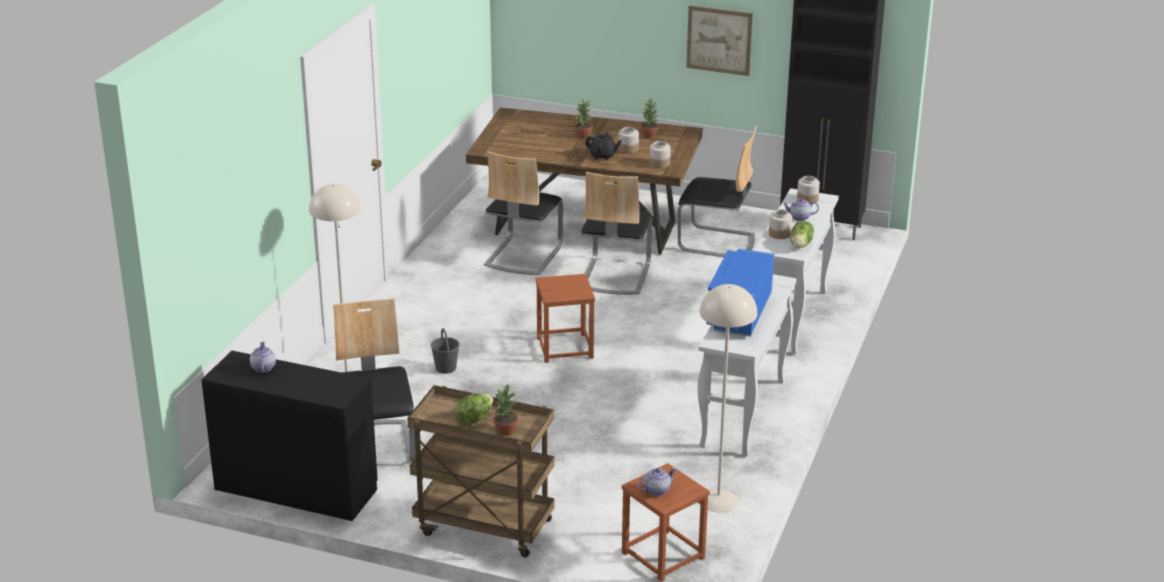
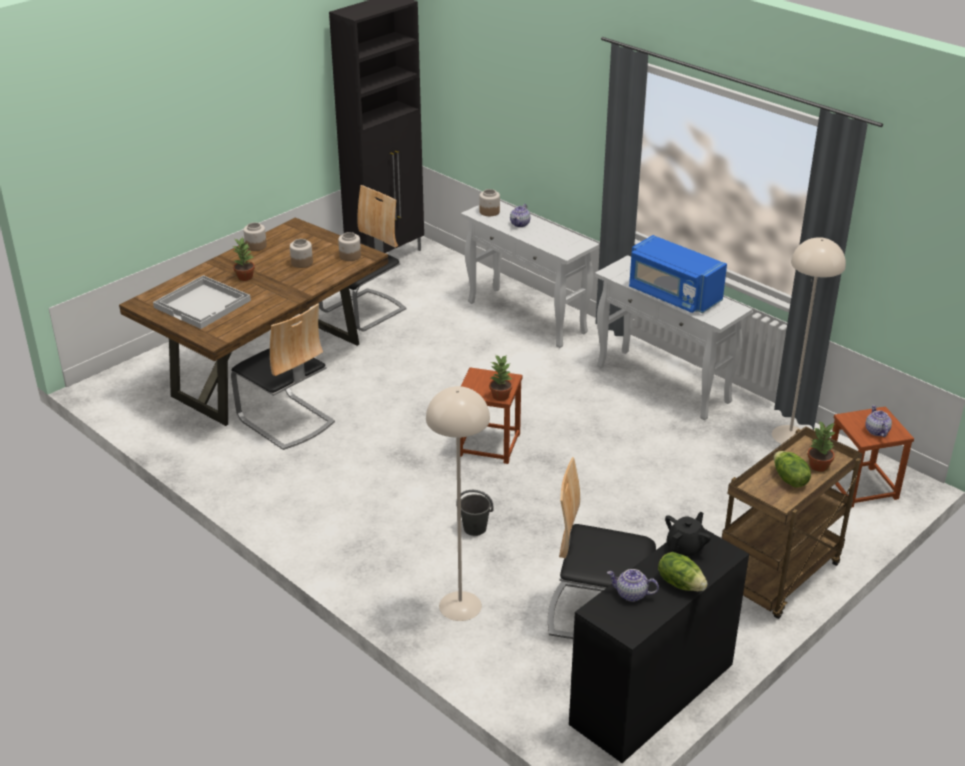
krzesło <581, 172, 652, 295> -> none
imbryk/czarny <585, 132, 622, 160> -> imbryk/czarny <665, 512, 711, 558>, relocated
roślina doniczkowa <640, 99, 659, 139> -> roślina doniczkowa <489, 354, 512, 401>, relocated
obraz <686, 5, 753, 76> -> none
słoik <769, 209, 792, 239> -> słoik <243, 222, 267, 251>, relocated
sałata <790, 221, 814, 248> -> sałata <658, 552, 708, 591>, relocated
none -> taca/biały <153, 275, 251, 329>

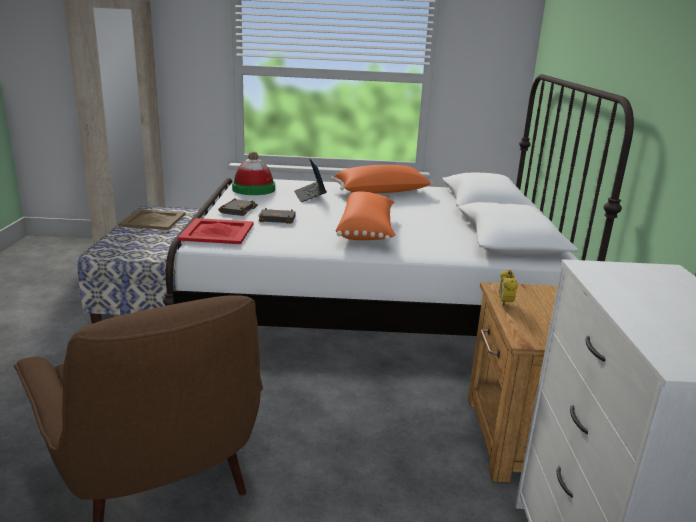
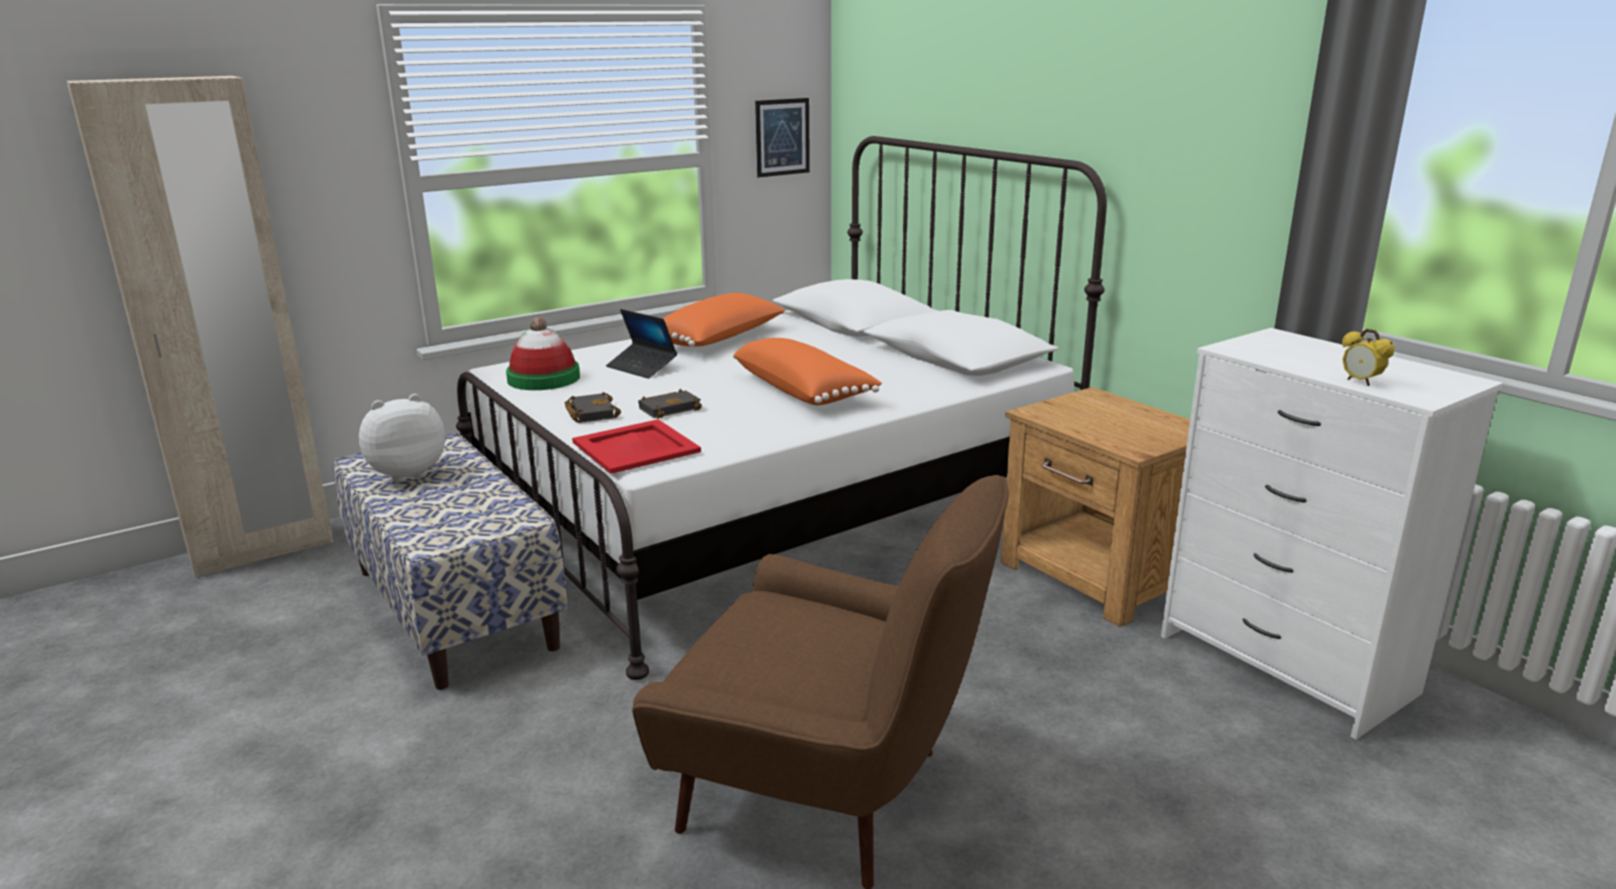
taca/beżowy <118, 209, 185, 230> -> pluszak <359, 394, 445, 483>
budzik <499, 270, 518, 306> -> budzik <1342, 329, 1395, 386>, relocated
none -> obraz <755, 98, 810, 178>

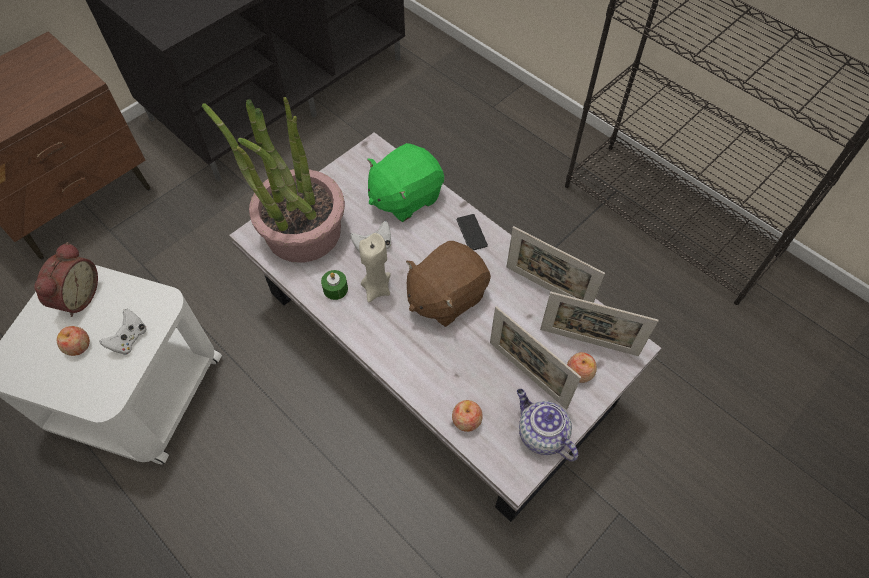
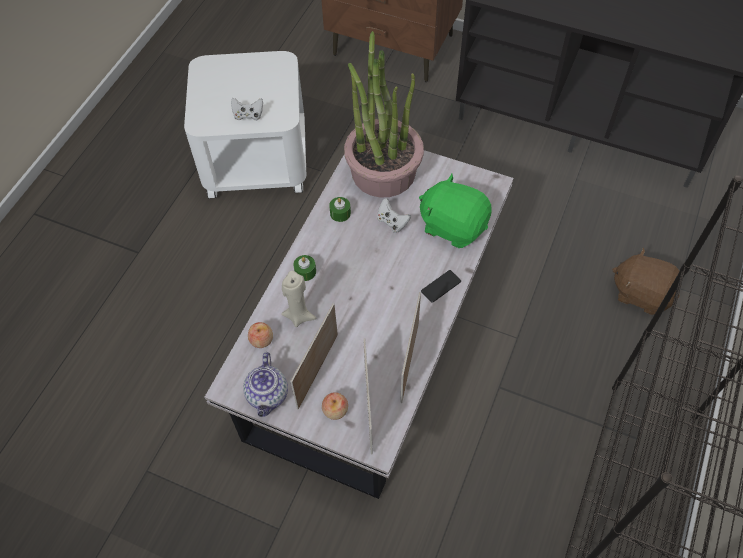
budzik <34, 242, 98, 317> -> none
jabłko <57, 326, 90, 356> -> none
świeca/beżowy <359, 233, 391, 303> -> świeca/beżowy <281, 271, 316, 327>, relocated
pluszak/brązowy <406, 241, 491, 327> -> pluszak/brązowy <612, 248, 680, 315>, relocated
imbryk <517, 389, 578, 461> -> imbryk <243, 352, 288, 417>, 150 degrees clockwise
none -> świeca/zielony <293, 255, 316, 281>

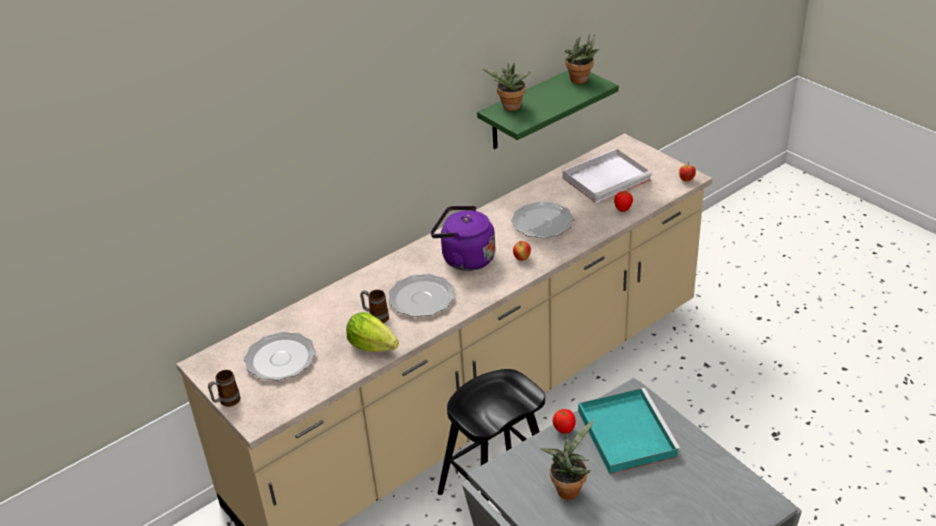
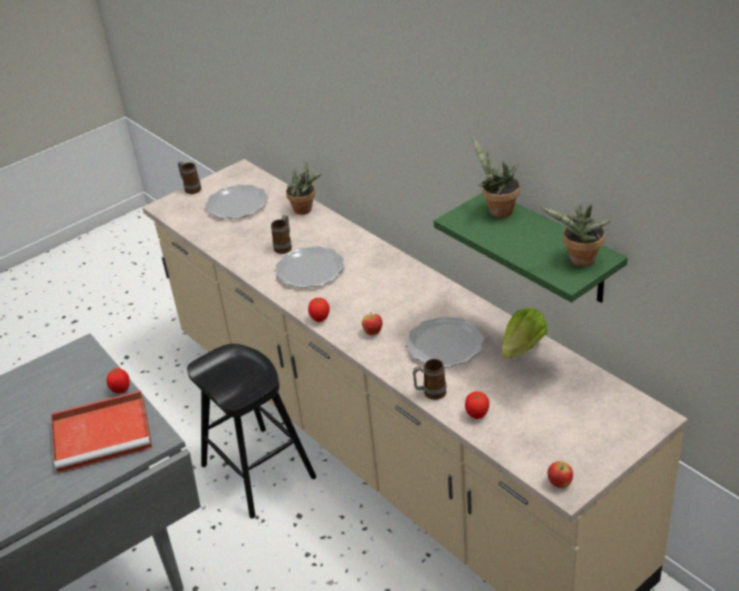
sałata <346, 312, 399, 352> -> sałata <502, 308, 547, 359>, relocated
czajnik/fioletowy <431, 206, 495, 271> -> none
roślina doniczkowa <541, 420, 595, 499> -> roślina doniczkowa <286, 162, 322, 215>, relocated
taca/biały <563, 149, 652, 203> -> none
taca/turkusowy <578, 388, 681, 474> -> taca/czerwony <51, 390, 152, 473>
none -> pomidor <308, 298, 330, 322>
none -> kubek <413, 359, 446, 400>

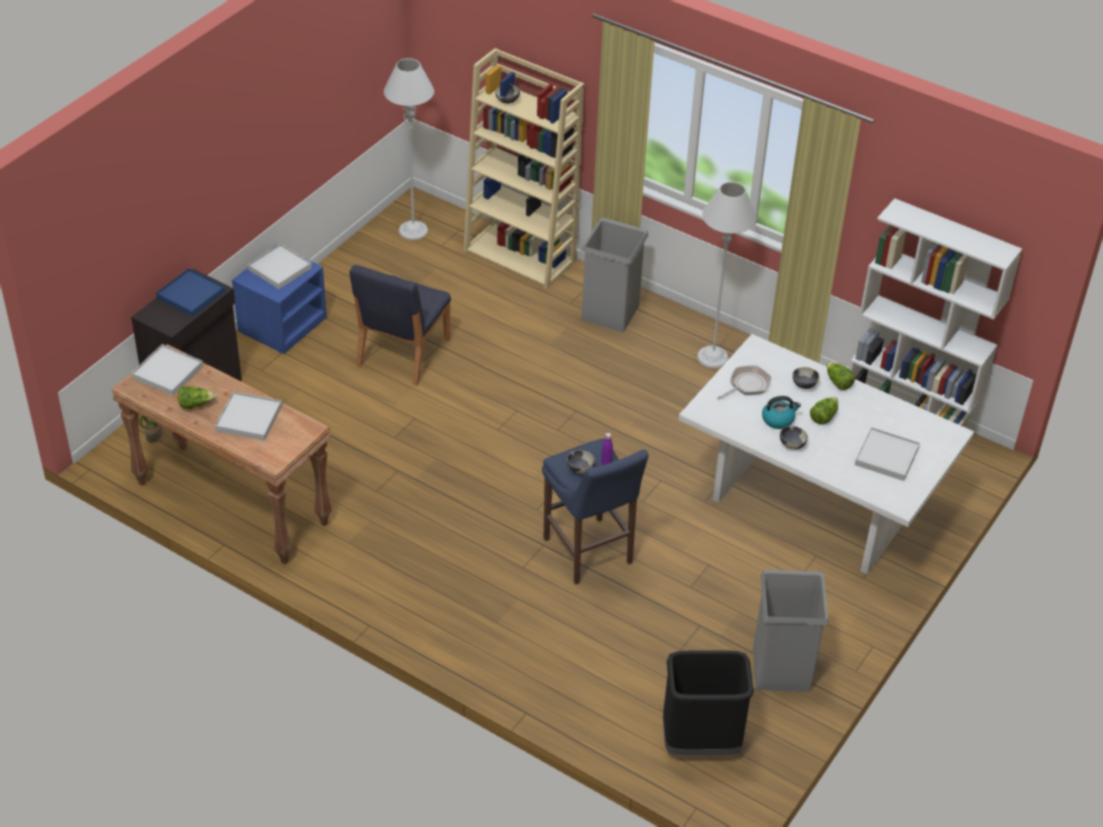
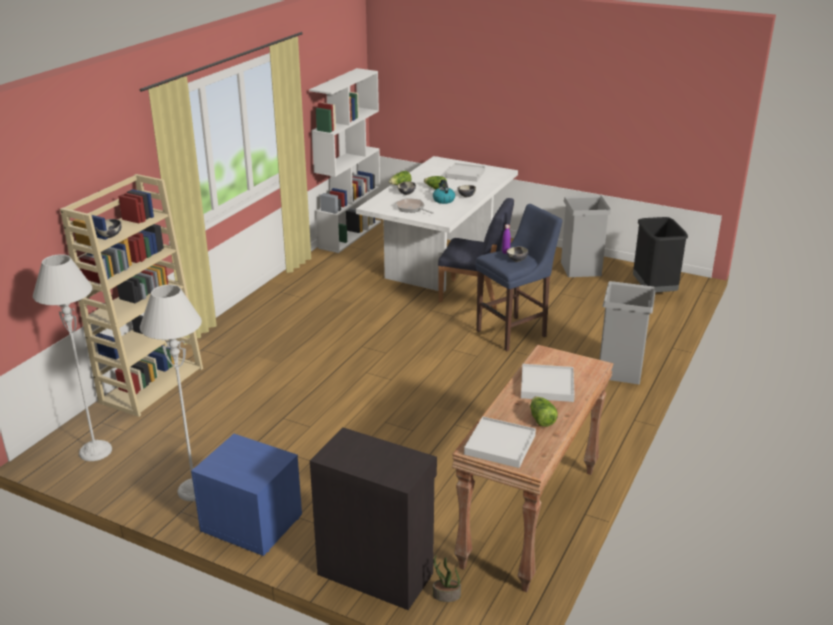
taca/niebieski <156, 268, 225, 317> -> none
taca/biały <247, 244, 312, 289> -> none
krzesło/niebieski <349, 265, 451, 386> -> krzesło/niebieski <438, 198, 514, 310>, relocated
kosz na śmieci/szary <581, 218, 648, 332> -> kosz na śmieci/szary <599, 281, 655, 384>, relocated
lampa stojąca/szary <697, 182, 757, 368> -> lampa stojąca/szary <140, 285, 202, 501>, relocated

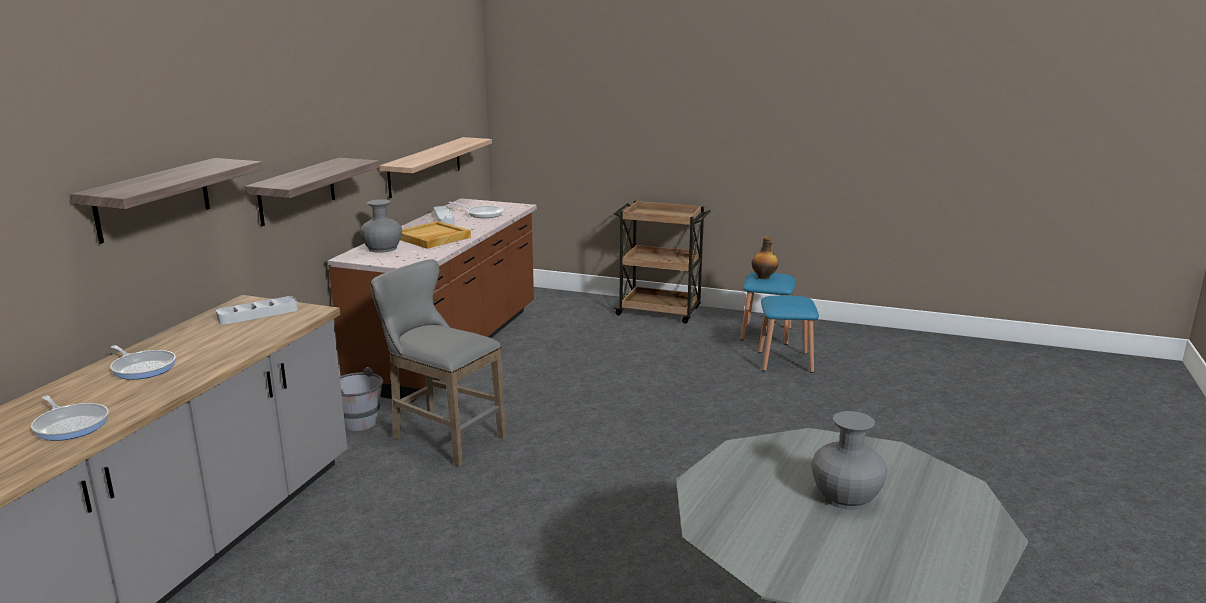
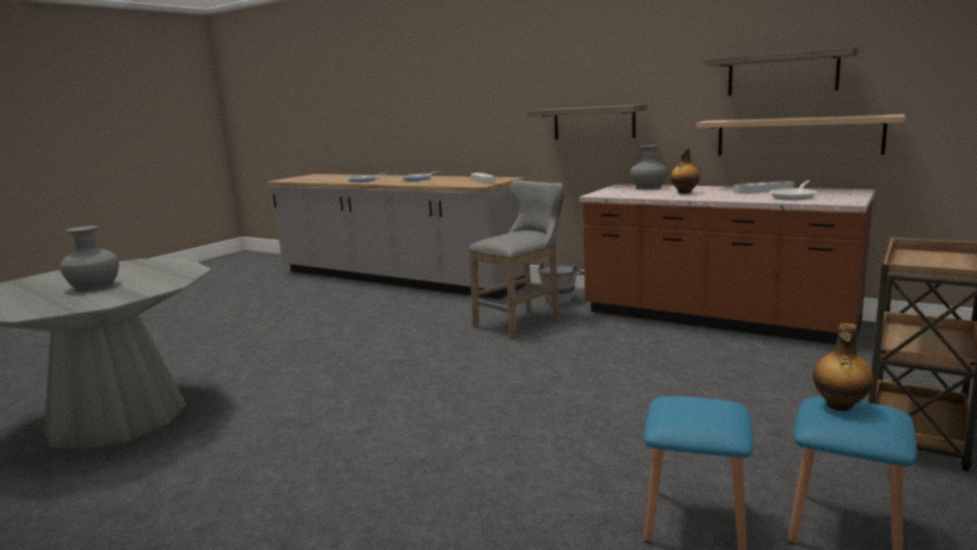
półka <71, 158, 262, 244> -> półka <704, 47, 858, 96>, relocated
taca/beżowy <400, 221, 471, 249> -> butelka <671, 148, 700, 194>

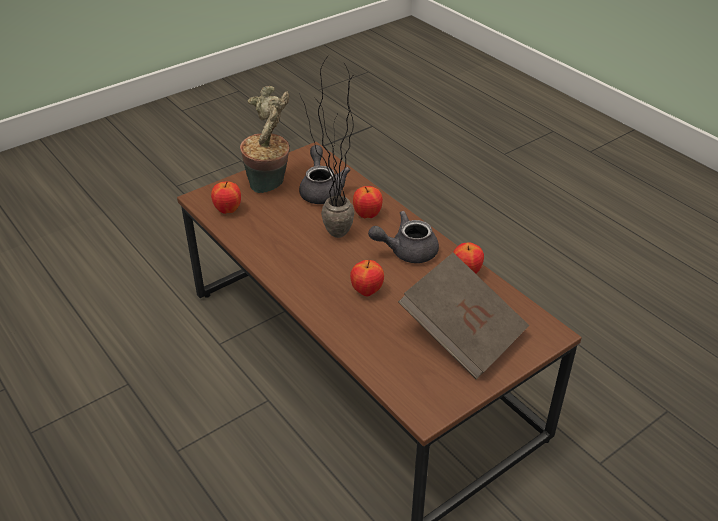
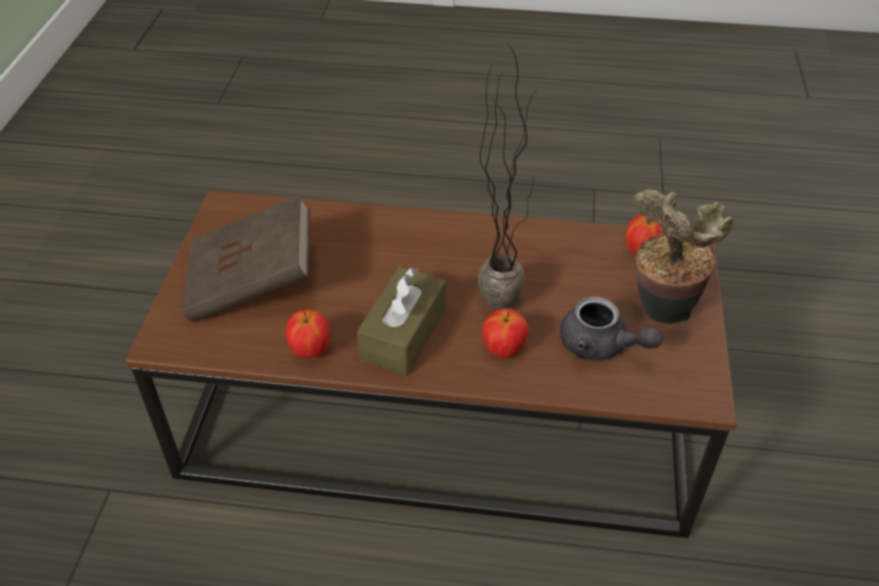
jabłko <350, 260, 384, 296> -> none
imbryk/szary <368, 211, 439, 263> -> pudełko chusteczek/brązowy <357, 267, 446, 376>

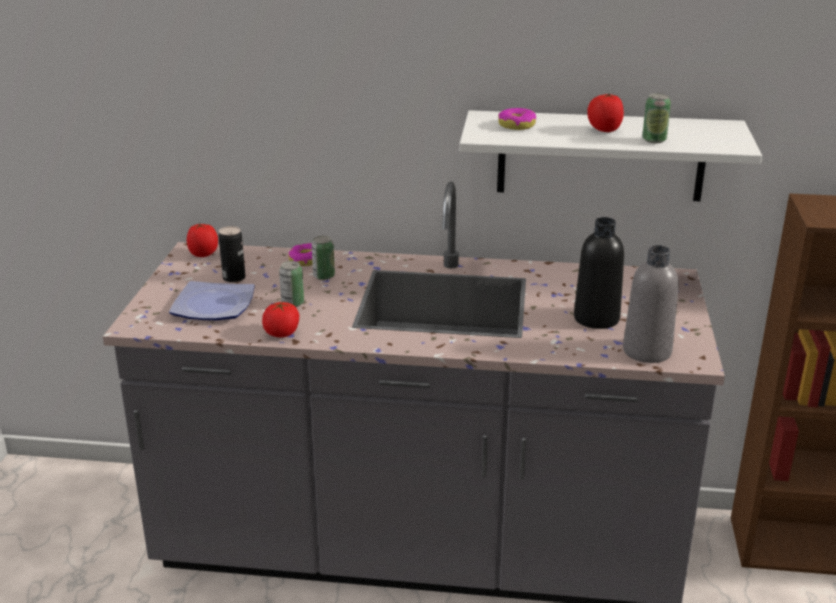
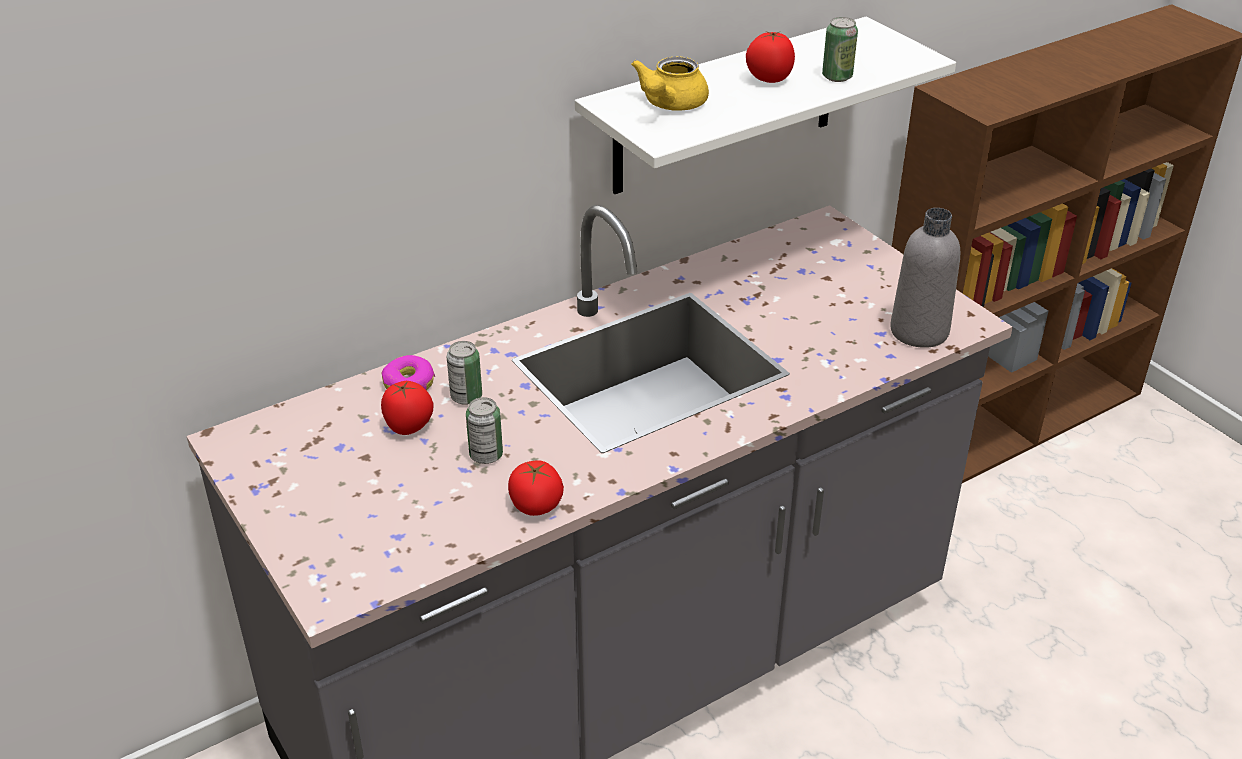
talerz <169, 281, 255, 320> -> none
pomidor <187, 223, 218, 257> -> pomidor <381, 380, 433, 435>, relocated
puszka <218, 226, 245, 283> -> none
donut <498, 108, 536, 130> -> imbryk/żółty <631, 56, 709, 111>
butelka/czarny <574, 217, 624, 329> -> none

